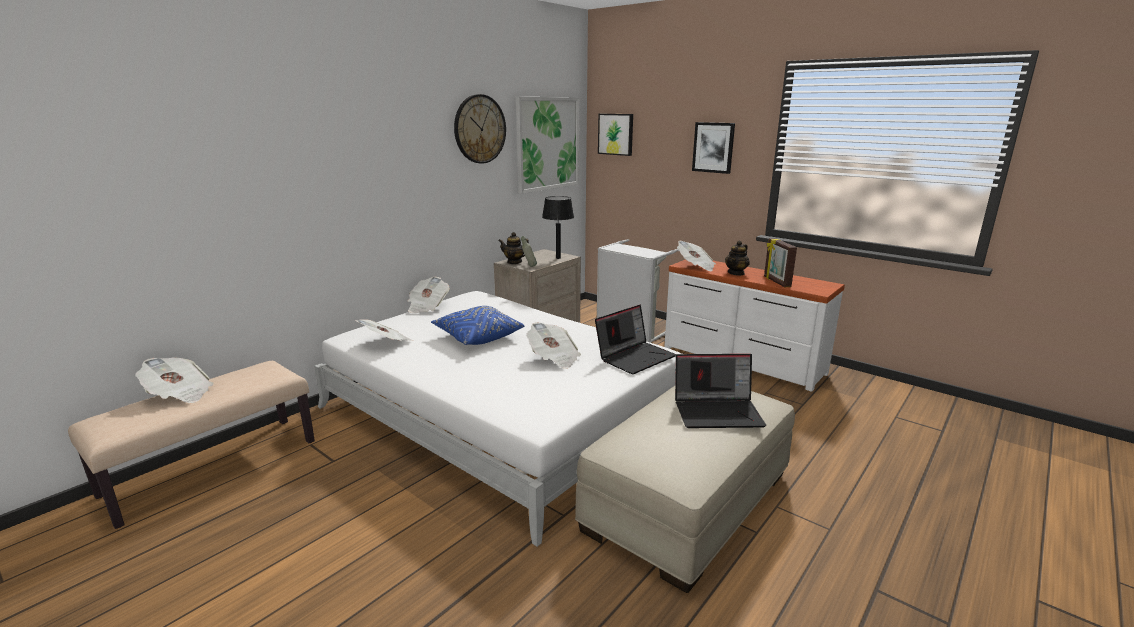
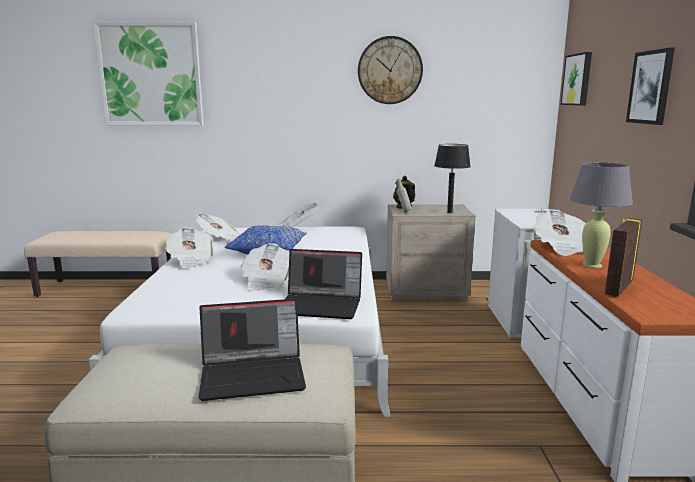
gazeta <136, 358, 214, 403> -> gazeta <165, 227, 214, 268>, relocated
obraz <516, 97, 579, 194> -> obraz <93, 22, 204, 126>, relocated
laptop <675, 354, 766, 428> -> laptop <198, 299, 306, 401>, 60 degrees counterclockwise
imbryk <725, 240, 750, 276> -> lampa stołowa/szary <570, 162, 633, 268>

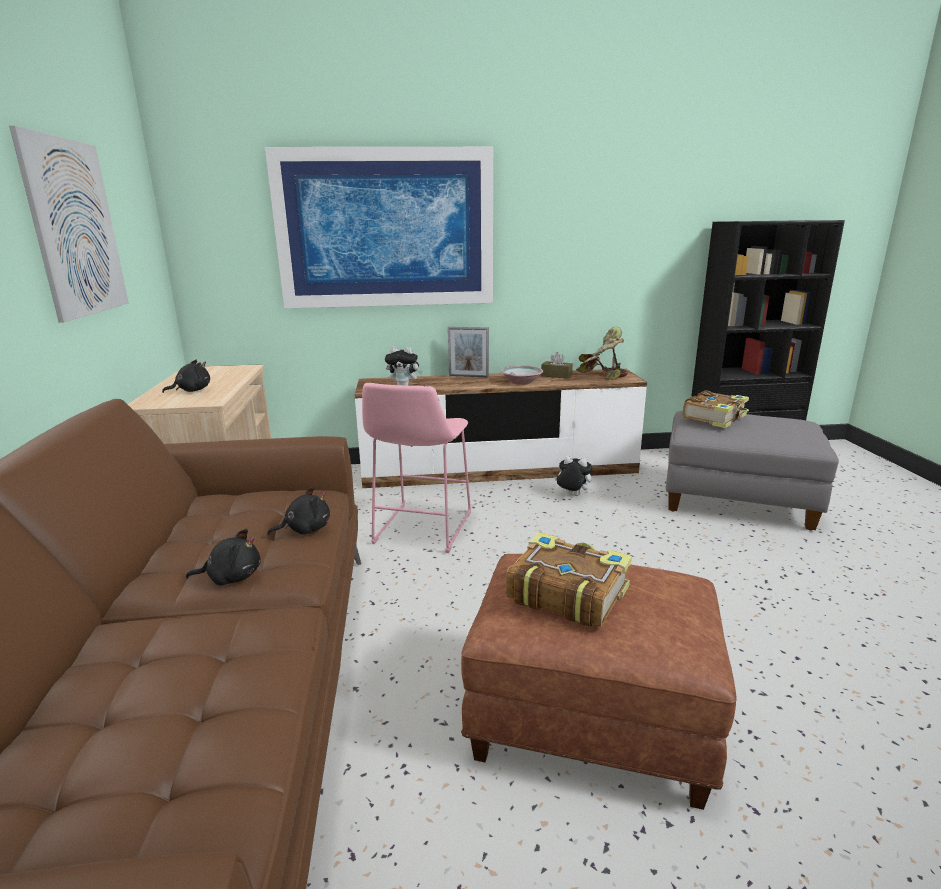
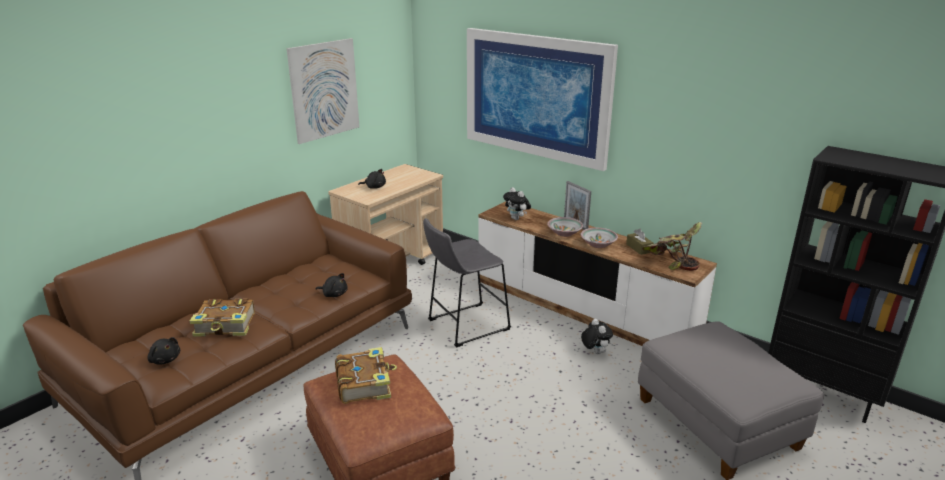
pluszak/czarny <186, 529, 261, 586> -> pluszak/czarny <147, 337, 180, 365>, relocated
stołek/różowy <362, 383, 471, 553> -> stołek/szary <423, 218, 511, 348>
książka <683, 390, 749, 428> -> książka <190, 298, 255, 337>, relocated
none -> miska <547, 217, 583, 237>

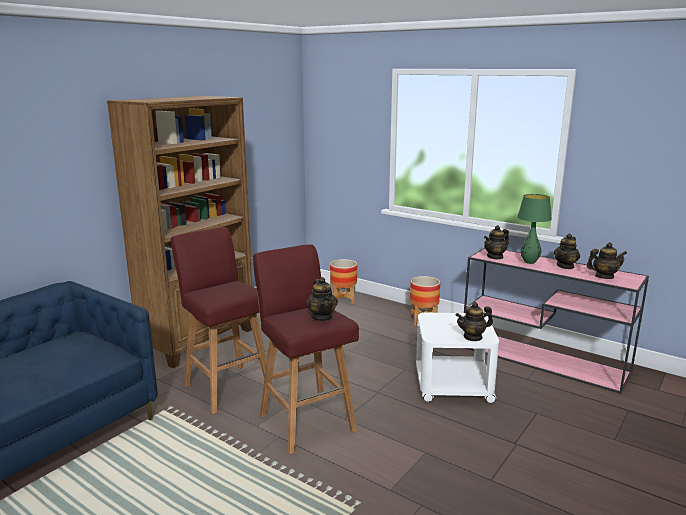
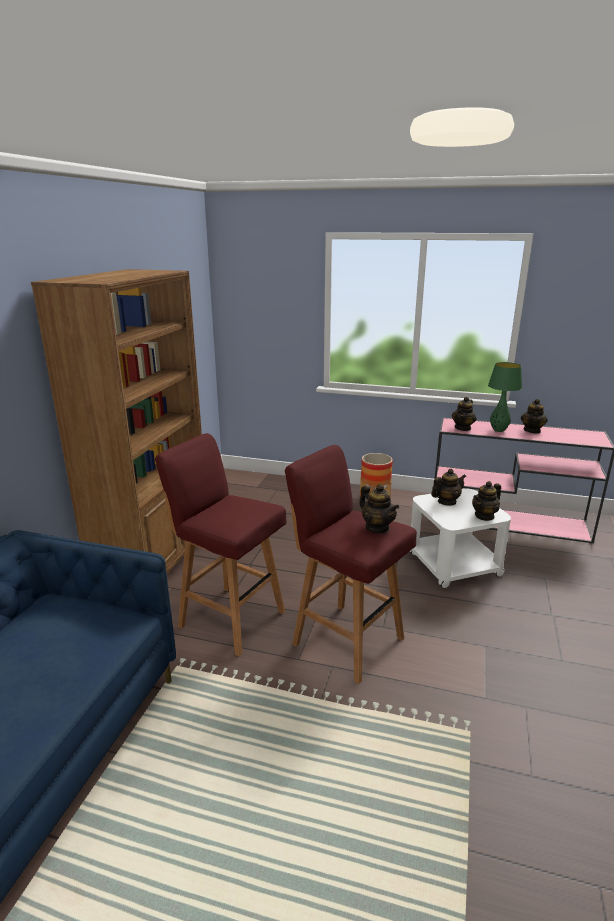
donica <330, 259, 357, 304> -> none
imbryk <587, 242, 627, 279> -> imbryk <431, 469, 466, 506>, relocated

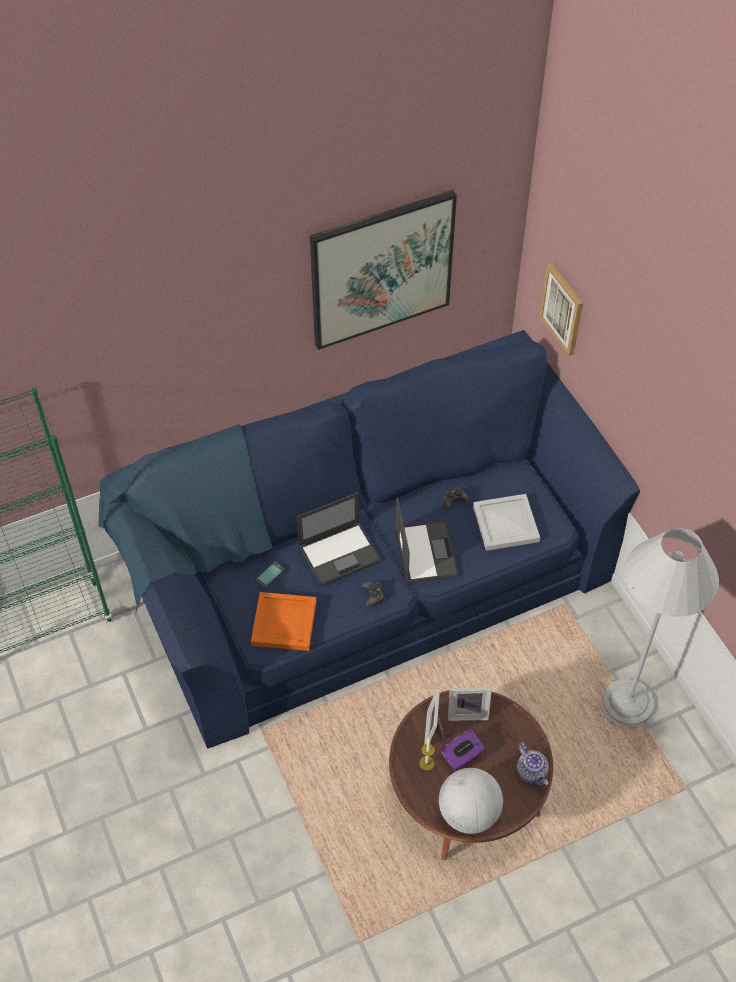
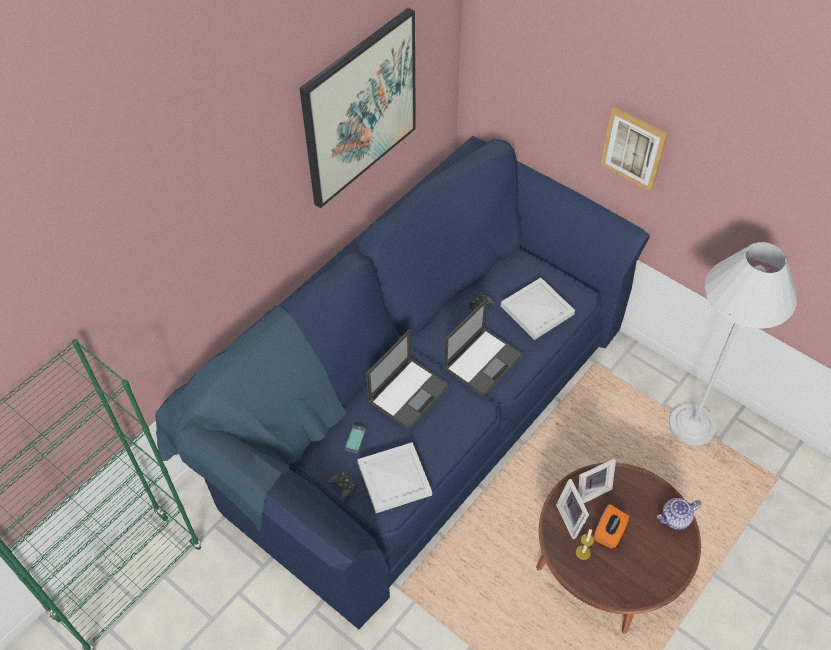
taca/pomarańczowy <251, 592, 316, 651> -> taca/biały <357, 442, 432, 513>
pad do gier/czarny <362, 581, 385, 607> -> pad do gier/czarny <328, 472, 357, 501>, relocated
laptop <395, 497, 459, 583> -> laptop <443, 298, 523, 397>, 75 degrees clockwise
globus <439, 768, 503, 834> -> none
pudełko chusteczek/fioletowy <441, 729, 485, 771> -> pudełko chusteczek/pomarańczowy <594, 504, 629, 549>
imbryk <517, 742, 549, 786> -> imbryk <657, 498, 701, 530>, 120 degrees clockwise
obraz <539, 263, 583, 356> -> obraz <600, 107, 668, 192>, relocated

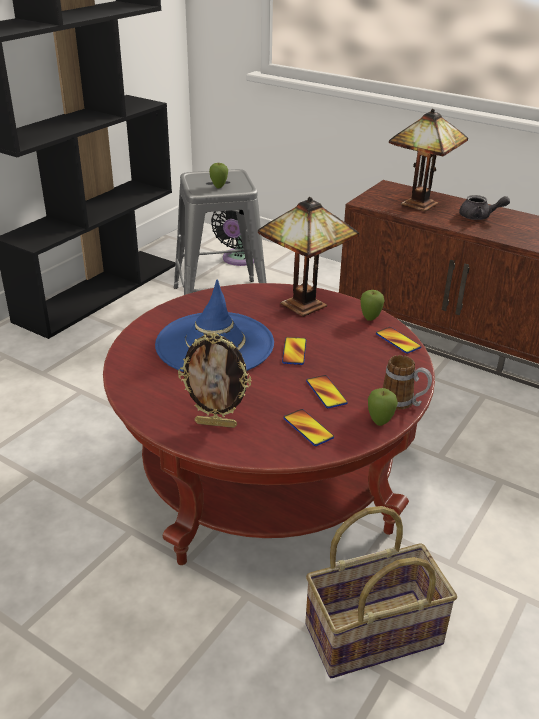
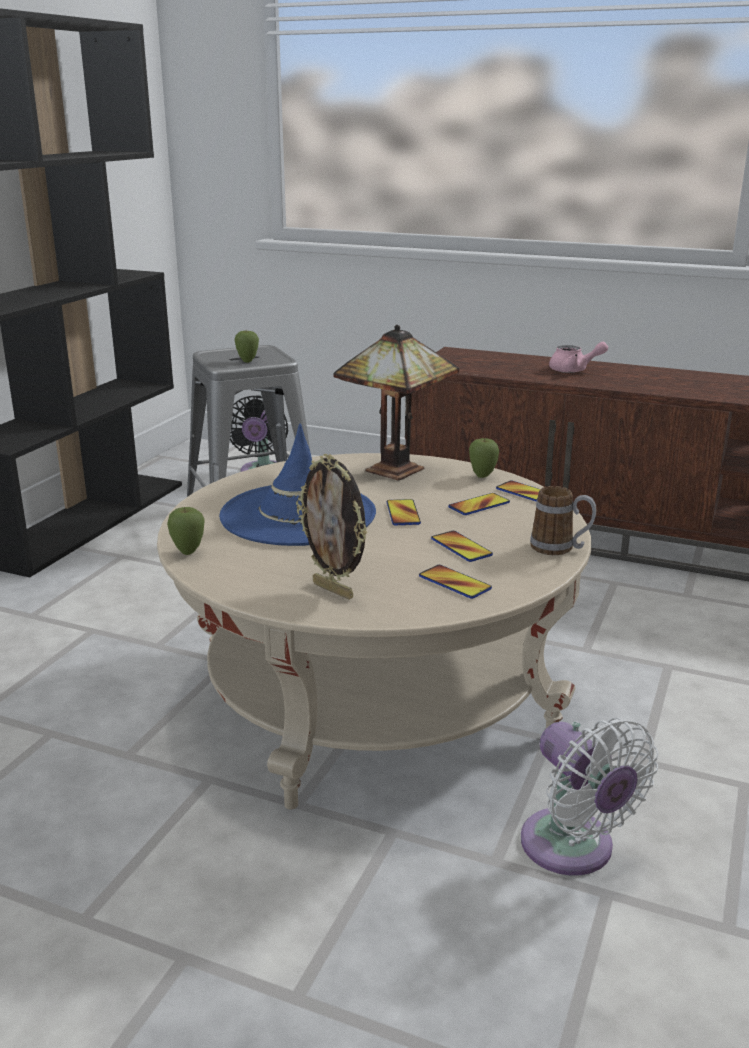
ława/czerwony <103, 283, 435, 565> -> ława/beżowy <157, 453, 591, 810>
ramka na zdjęcie <178, 332, 252, 428> -> ramka na zdjęcie <296, 454, 368, 599>, 45 degrees clockwise
koszyk <305, 506, 457, 678> -> wentylator/biały <521, 718, 658, 876>
jabłko <368, 388, 398, 426> -> jabłko <167, 507, 204, 555>, relocated
lampa stołowa <389, 109, 468, 212> -> none
imbryk/szary <459, 195, 510, 220> -> imbryk/różowy <549, 342, 608, 373>
none -> telefon <448, 493, 510, 515>

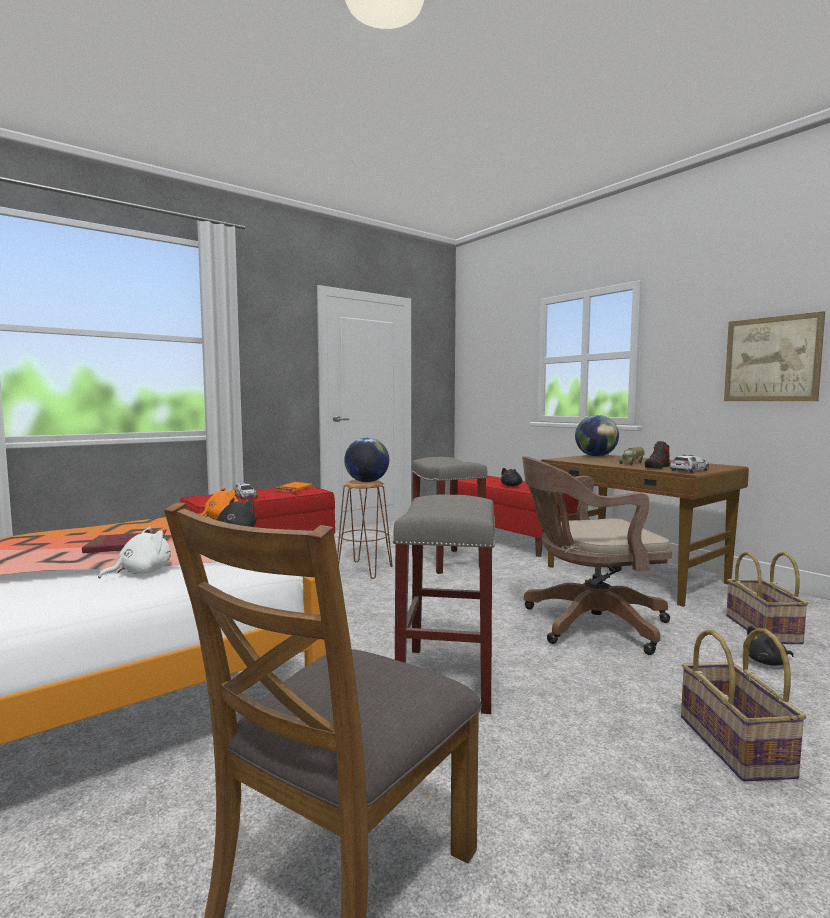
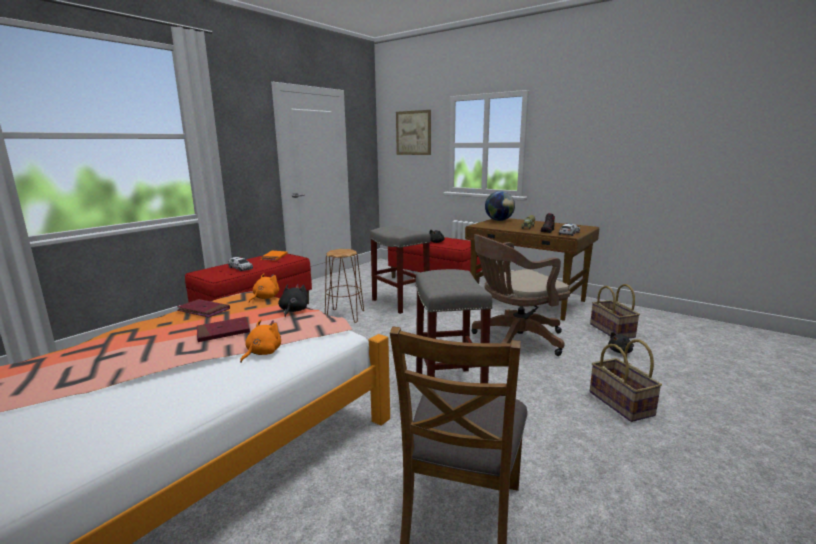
pluszak/biały <98, 527, 171, 579> -> pluszak/pomarańczowy <240, 319, 281, 363>
globus <344, 438, 389, 482> -> none
obraz <724, 311, 825, 401> -> obraz <396, 110, 431, 155>, relocated
none -> książka/czerwony <177, 299, 230, 318>

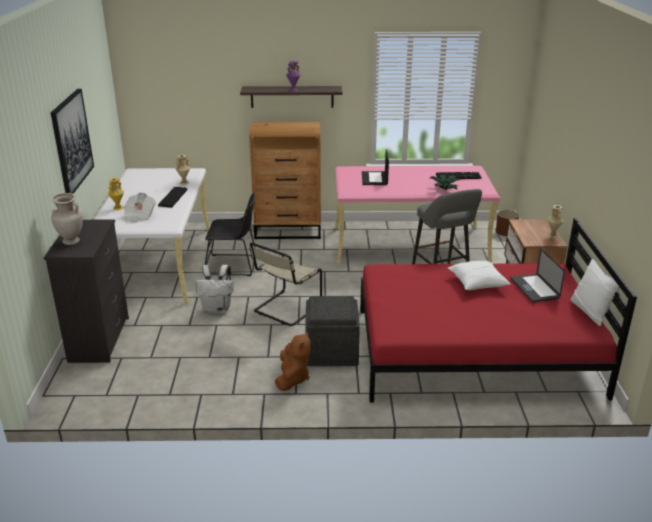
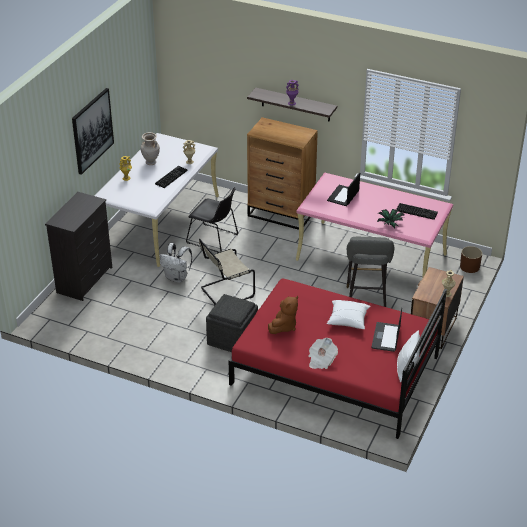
wazon/beżowy <51, 193, 83, 245> -> wazon/beżowy <140, 132, 160, 165>, relocated
gazeta <123, 193, 156, 223> -> gazeta <308, 338, 338, 369>, relocated
pluszak/brązowy <275, 331, 311, 391> -> pluszak/brązowy <268, 296, 298, 334>, relocated

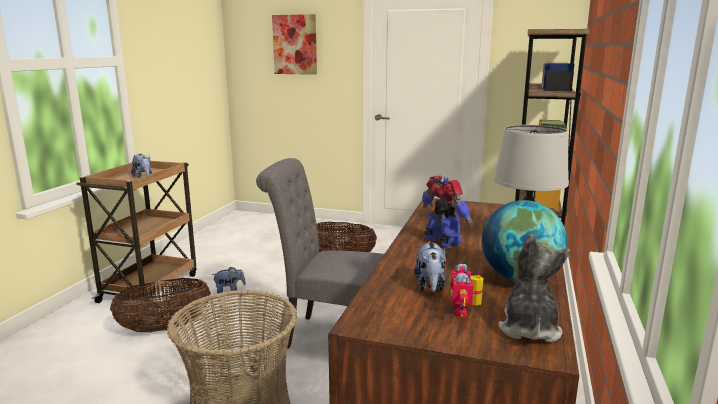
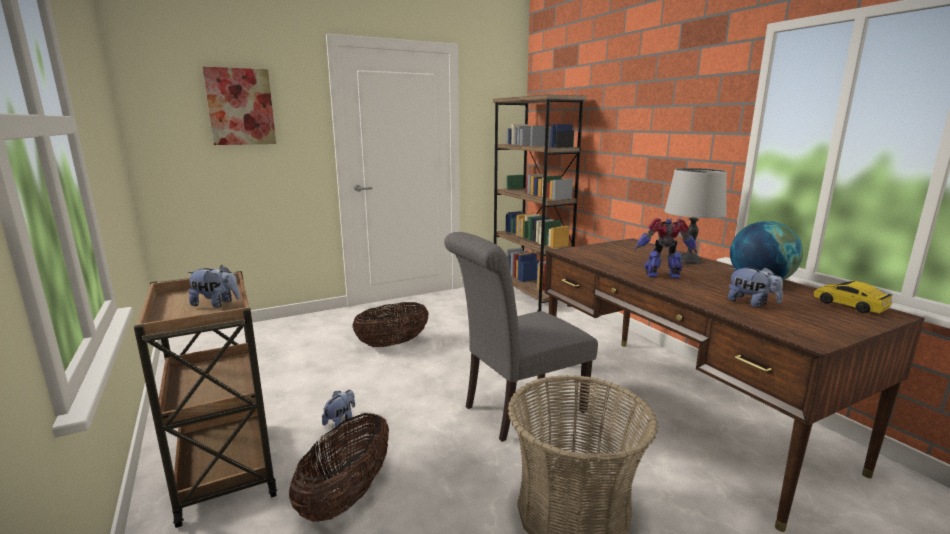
robot zabawkowy <450, 264, 484, 318> -> none
pluszak <498, 234, 570, 342> -> samochodzik <814, 281, 892, 314>

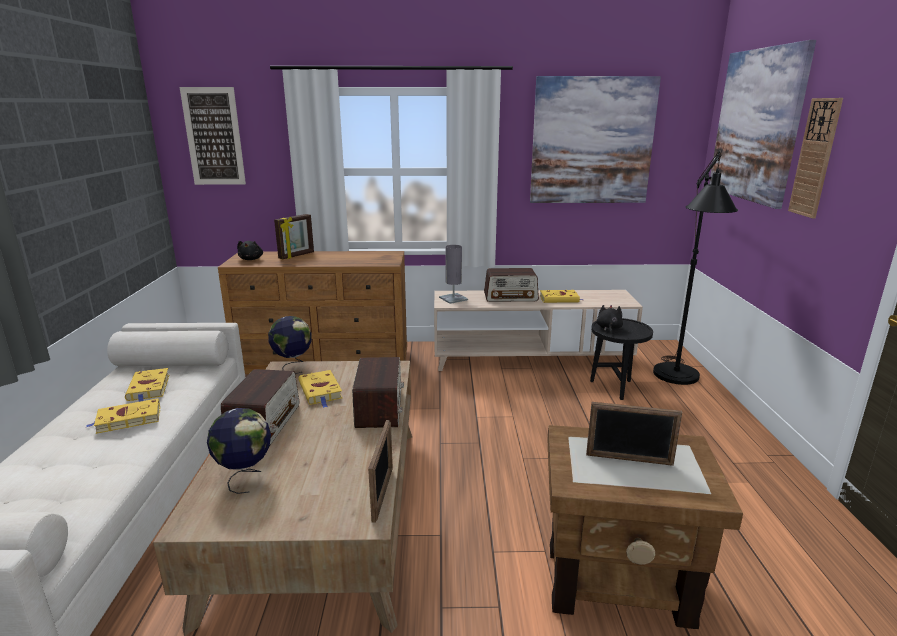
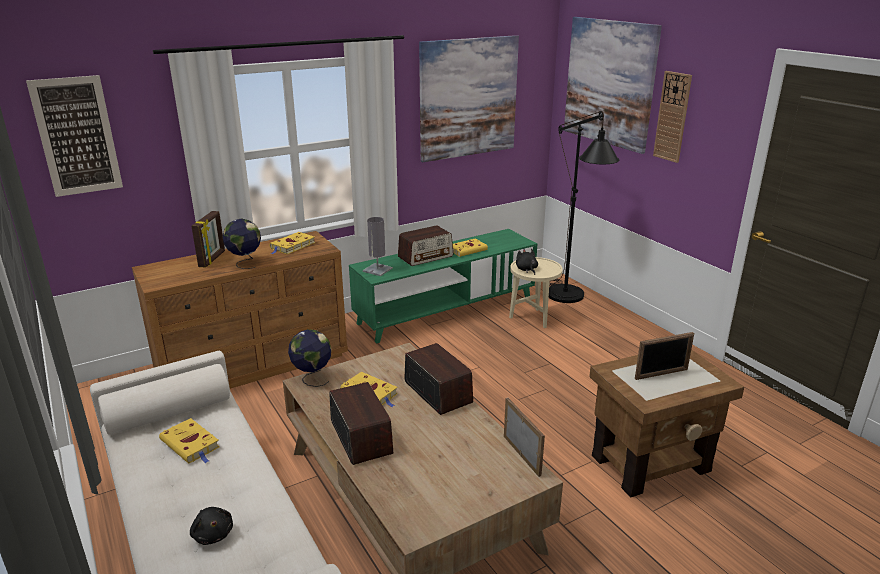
książka/żółty <86, 398, 161, 434> -> książka/żółty <269, 232, 316, 254>, relocated
globus <207, 408, 271, 494> -> globus <222, 219, 261, 269>, relocated
pluszak/czarny <237, 241, 263, 260> -> pluszak/czarny <190, 507, 233, 545>, relocated
szafka pod telewizor/beżowy <434, 290, 643, 371> -> szafka pod telewizor/zielony <349, 229, 537, 344>
stolik/czarny <590, 318, 653, 400> -> stolik/beżowy <509, 257, 563, 328>

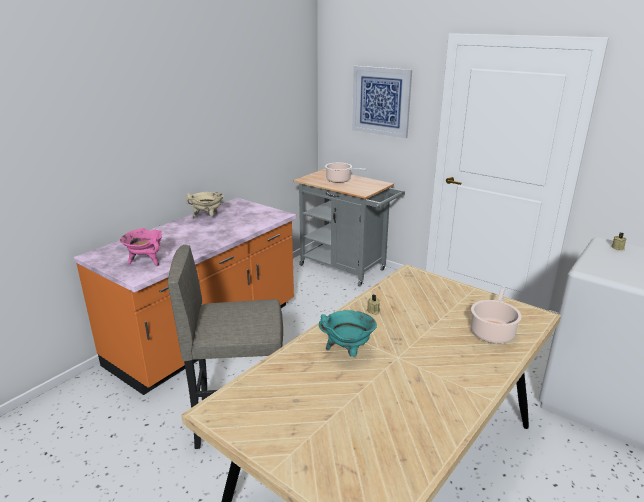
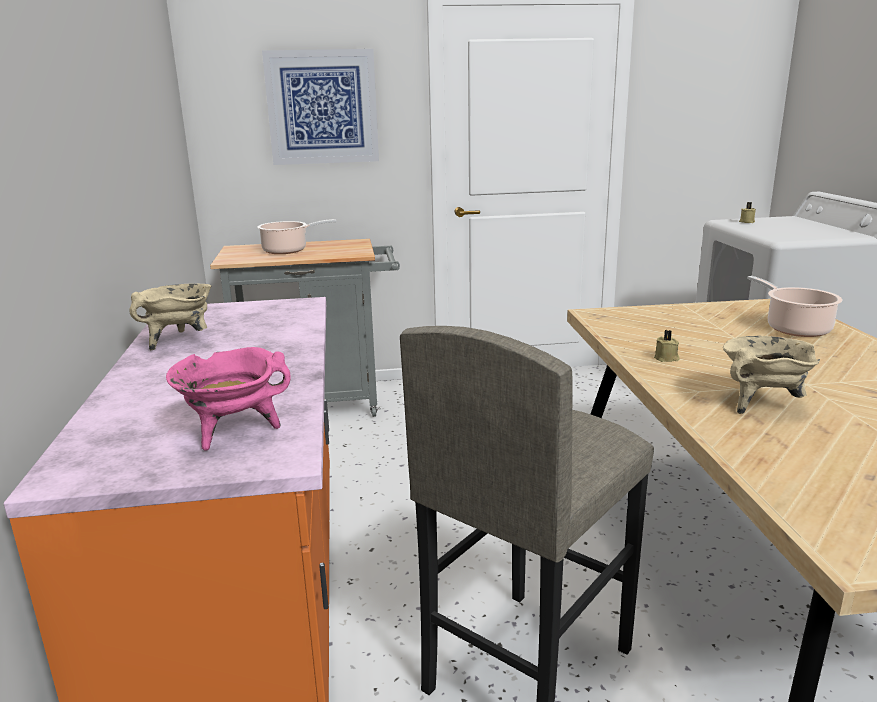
garnek/turkusowy <319, 310, 377, 357> -> garnek/beżowy <723, 336, 820, 414>

